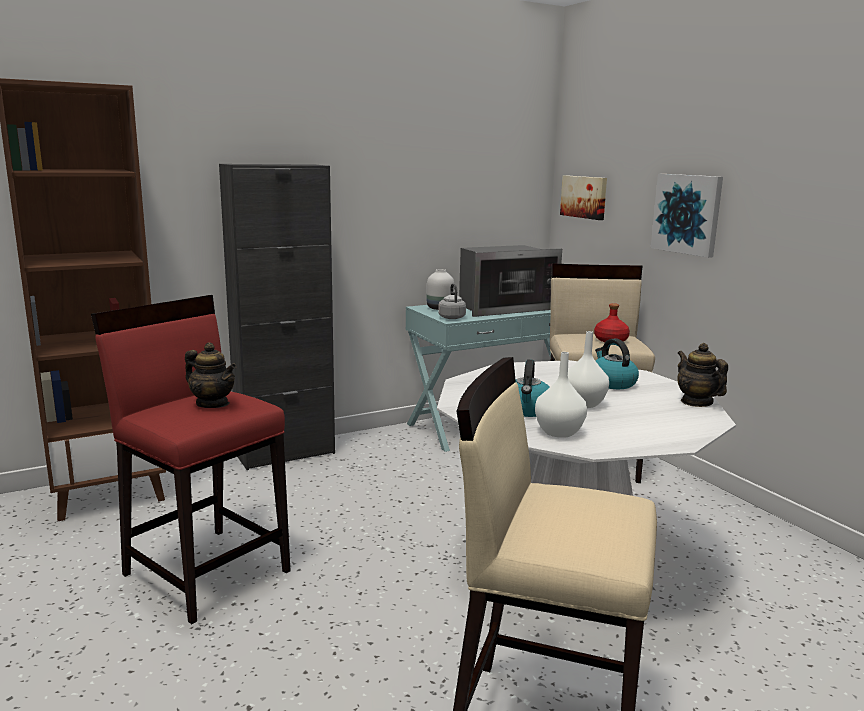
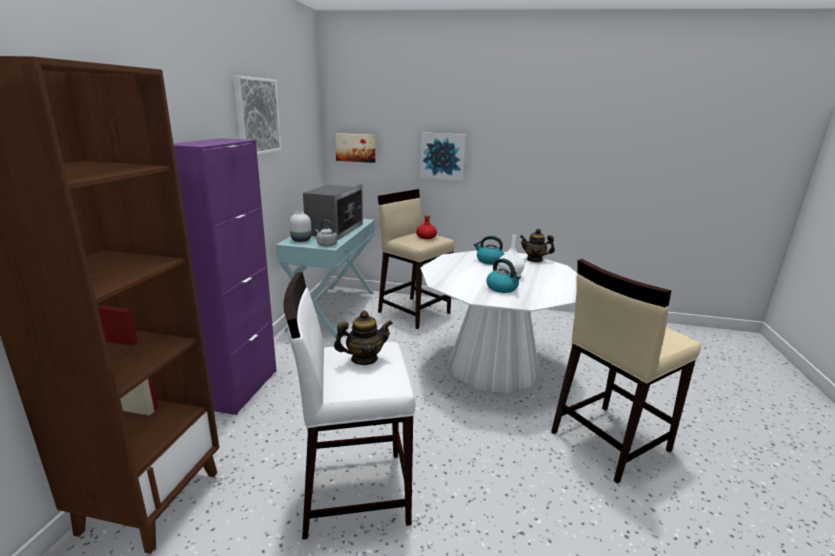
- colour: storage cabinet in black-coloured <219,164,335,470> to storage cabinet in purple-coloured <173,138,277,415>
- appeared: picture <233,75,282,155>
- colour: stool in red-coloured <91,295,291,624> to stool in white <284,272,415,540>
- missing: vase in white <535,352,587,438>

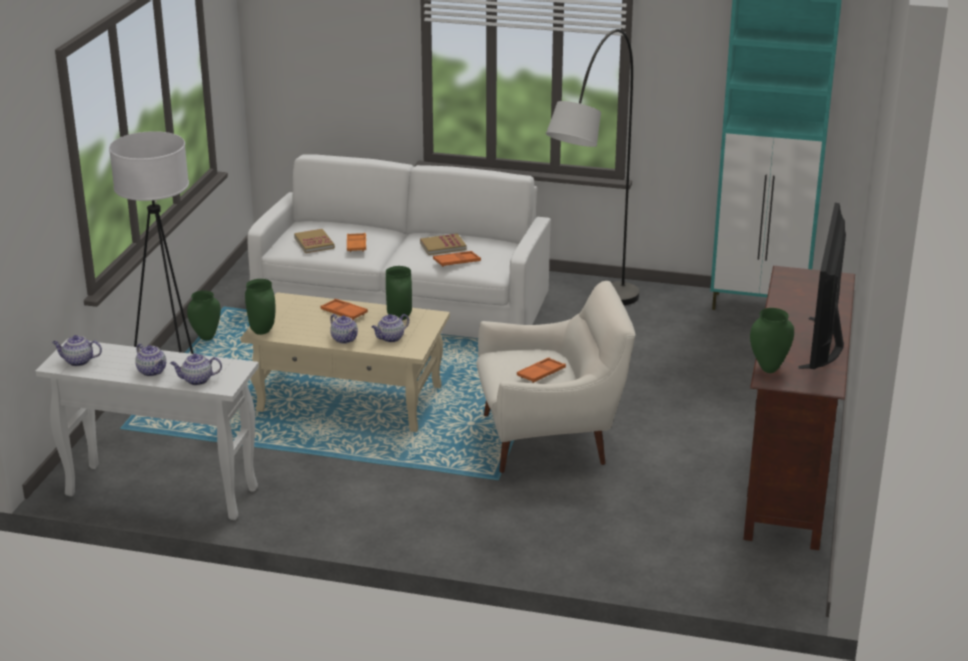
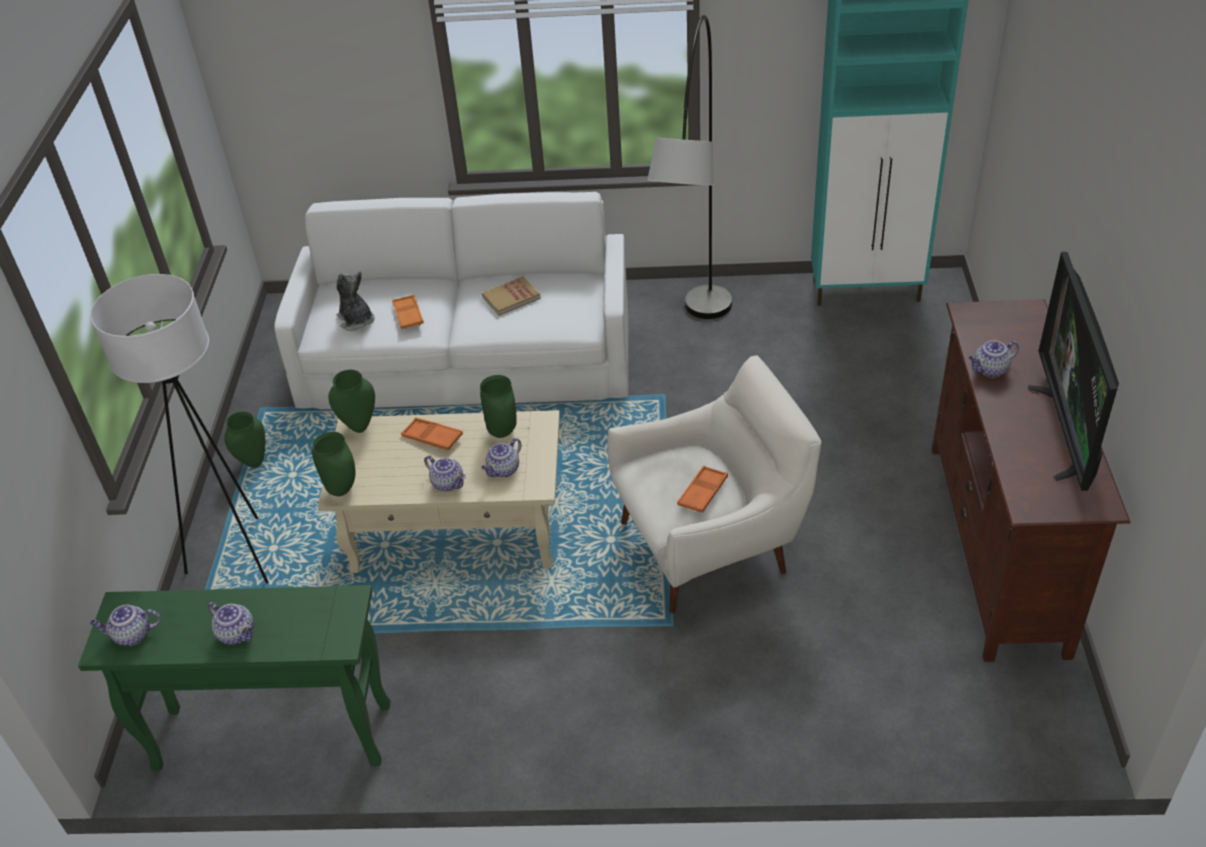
- colour: narrow table in white <35,340,259,520> to narrow table in green-coloured <78,585,391,770>
- relocated: vase in green-coloured <750,308,794,373> to <328,370,375,433>
- exchanged: bound book <294,229,335,253> to cuddly toy <336,272,375,331>
- relocated: pot for tea <170,354,222,385> to <969,340,1019,378>
- missing: serving tray in orangey <433,251,481,267>

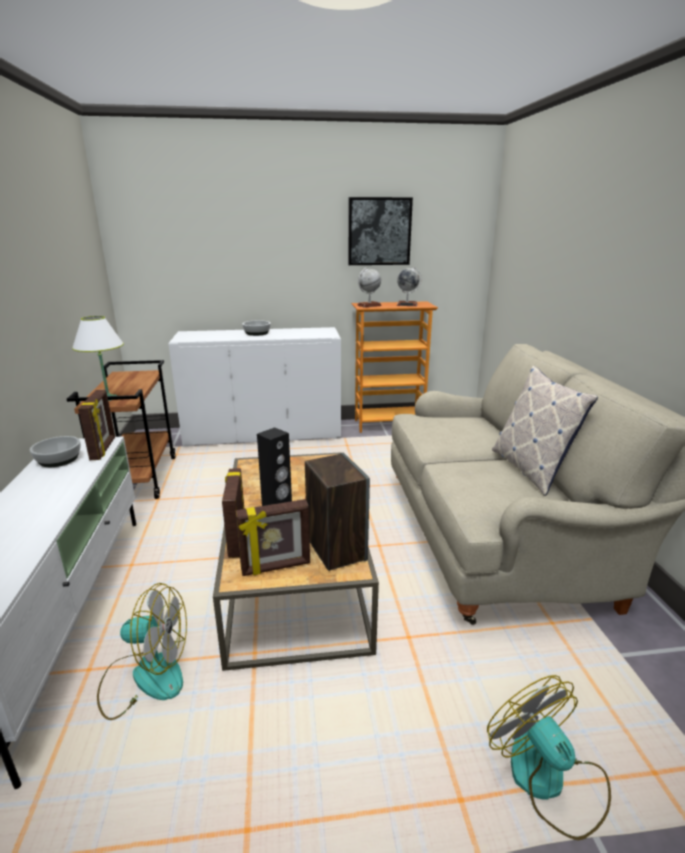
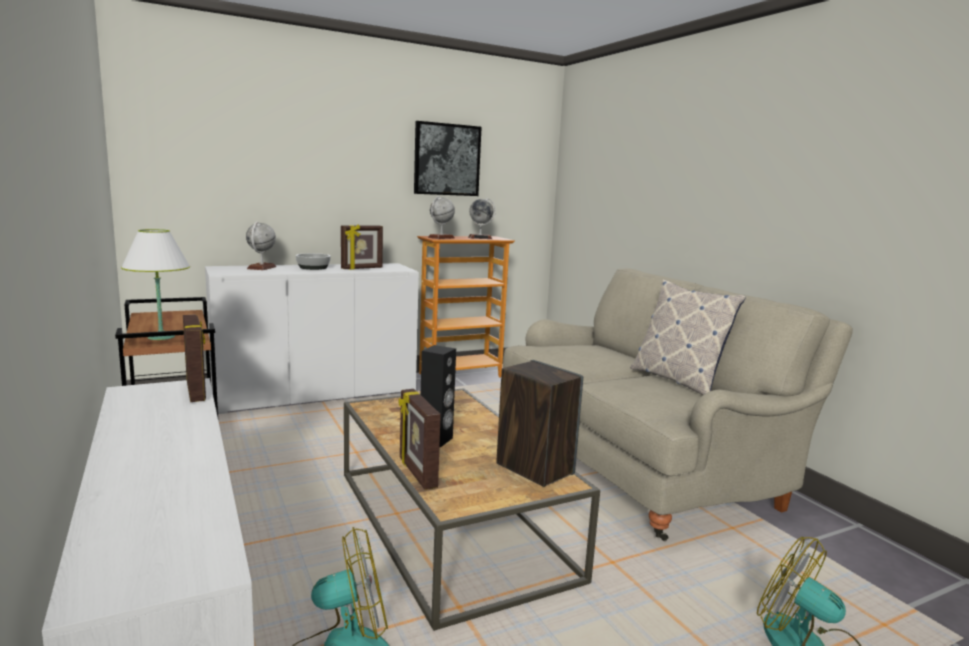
- appeared: world globe <246,221,276,270>
- relocated: picture frame <236,499,310,576> to <341,224,383,270>
- missing: serving bowl <30,436,81,467>

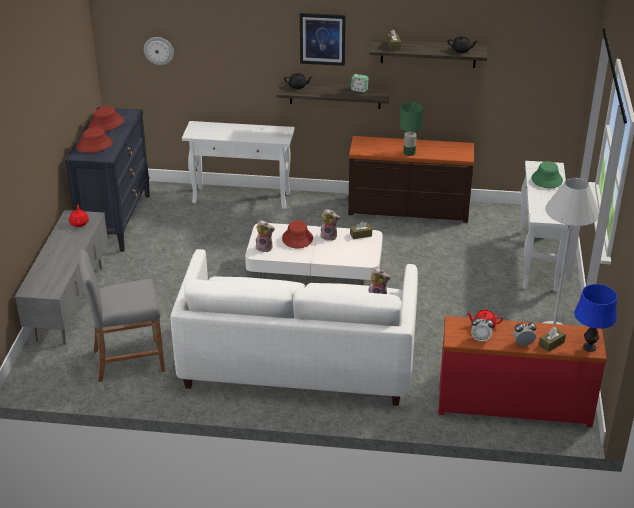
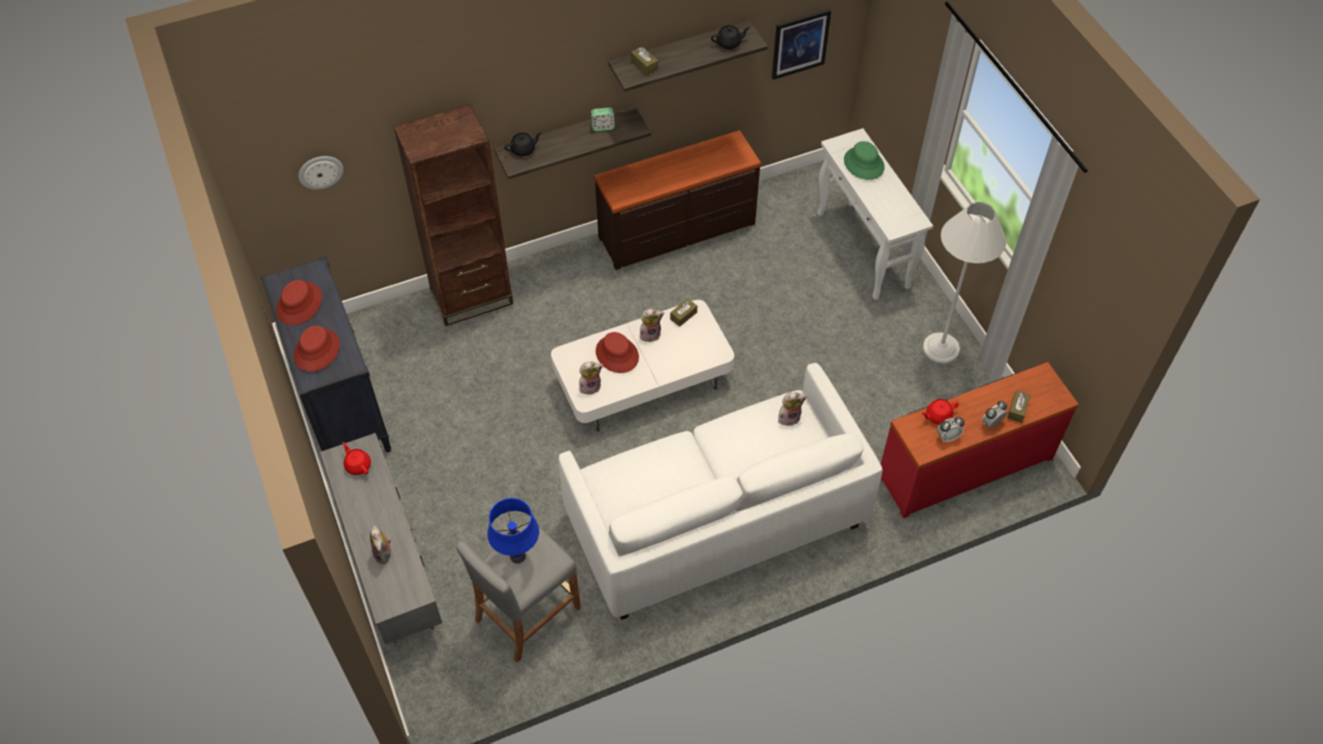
- appeared: cuddly toy <370,526,392,564>
- exchanged: narrow table in white <182,121,294,209> to bookcase in brown-coloured <393,104,513,326>
- relocated: lamp for a table in blue-coloured <574,284,617,352> to <487,498,539,563>
- relocated: picture <300,13,346,66> to <772,9,831,80>
- missing: lamp for a table in green-coloured <400,102,423,156>

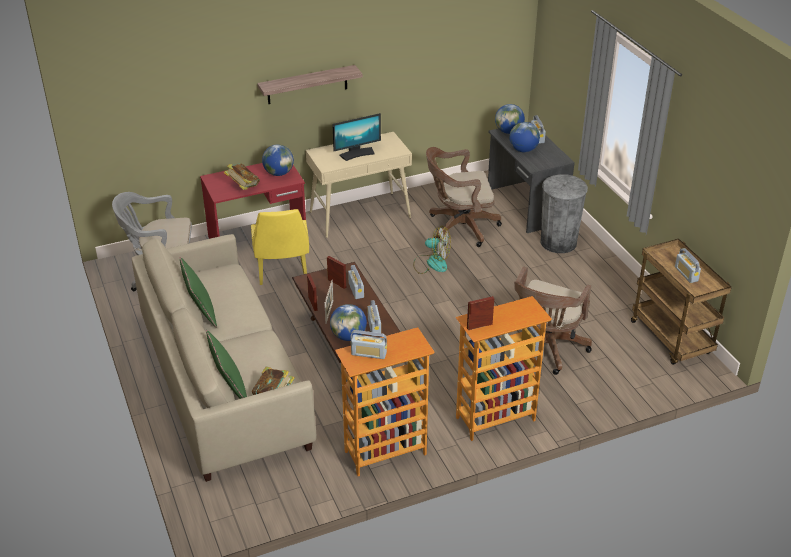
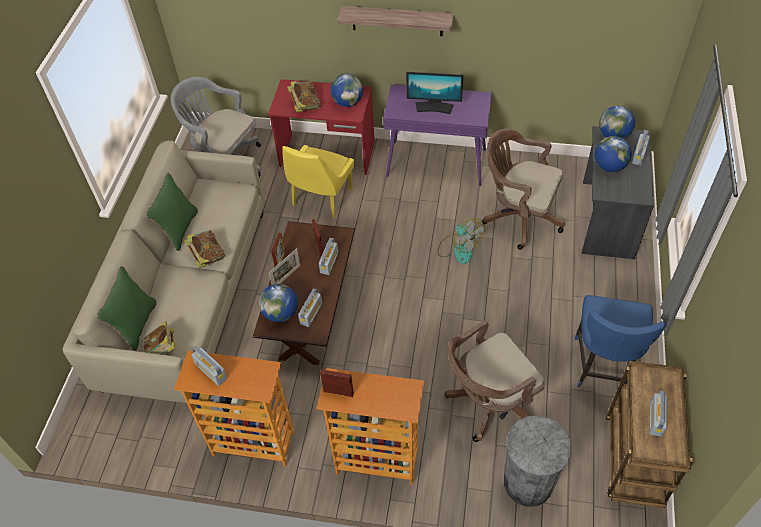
- appeared: bound book <184,230,225,268>
- colour: narrow table in sand-coloured <306,132,412,238> to narrow table in purple-coloured <383,84,492,186>
- relocated: rubbish bin in grey <540,174,588,253> to <504,415,572,507>
- appeared: upright chair in blue-coloured <575,295,666,387>

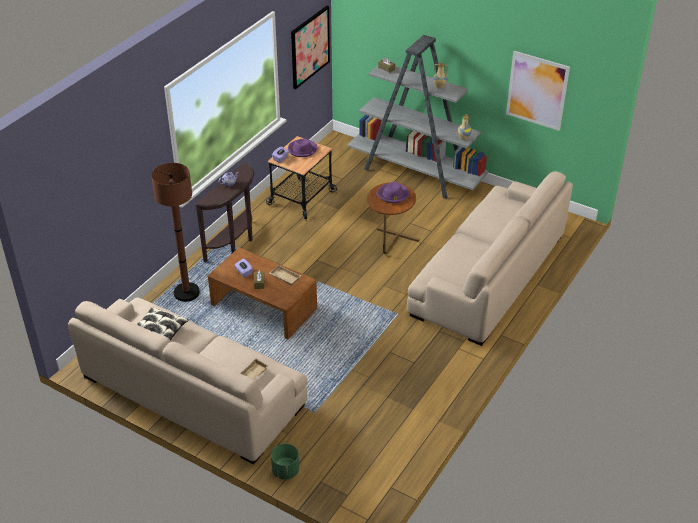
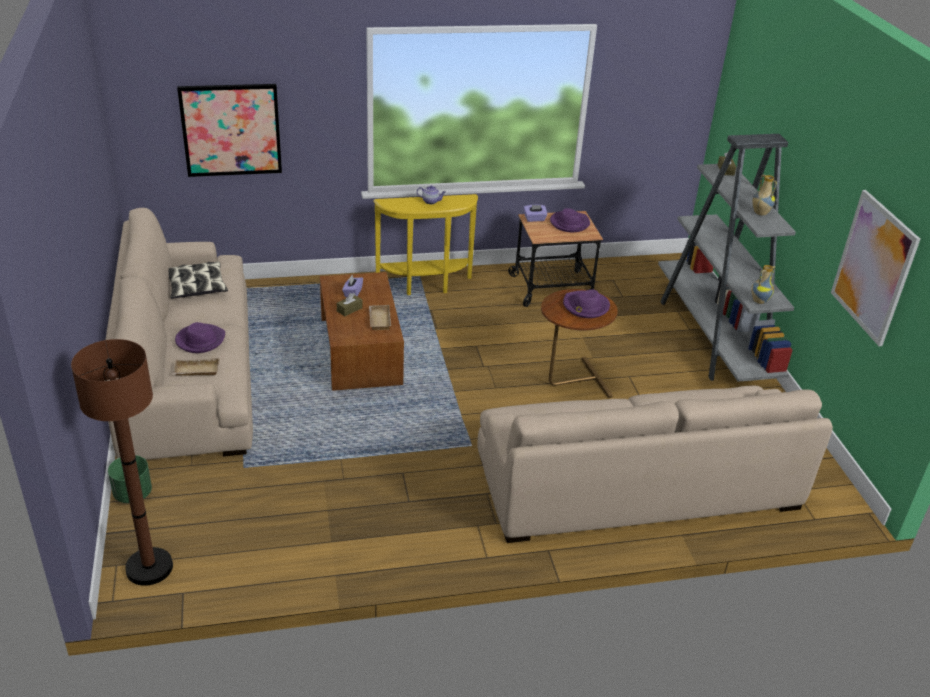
- relocated: standing lamp in brown-coloured <151,163,200,302> to <71,339,173,586>
- appeared: hat in purple-coloured <175,322,225,353>
- relocated: picture <291,6,330,89> to <177,84,282,177>
- colour: narrow table in brown-coloured <195,163,254,262> to narrow table in yellow <373,194,478,295>

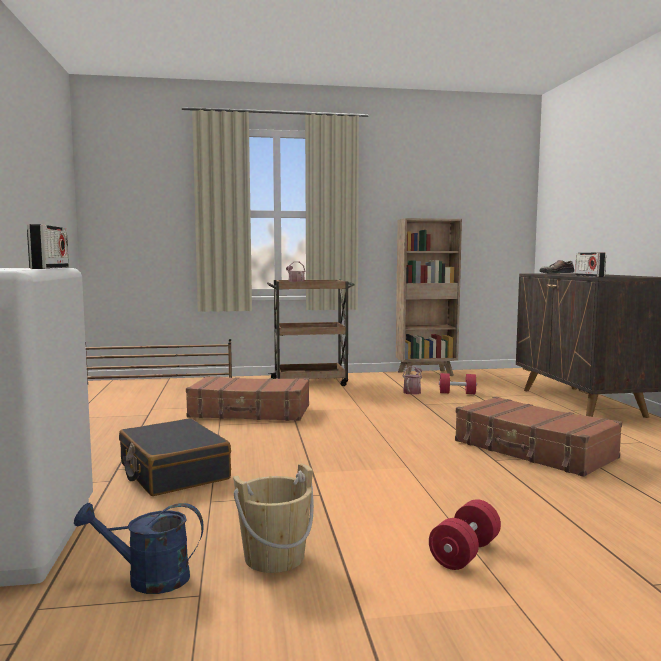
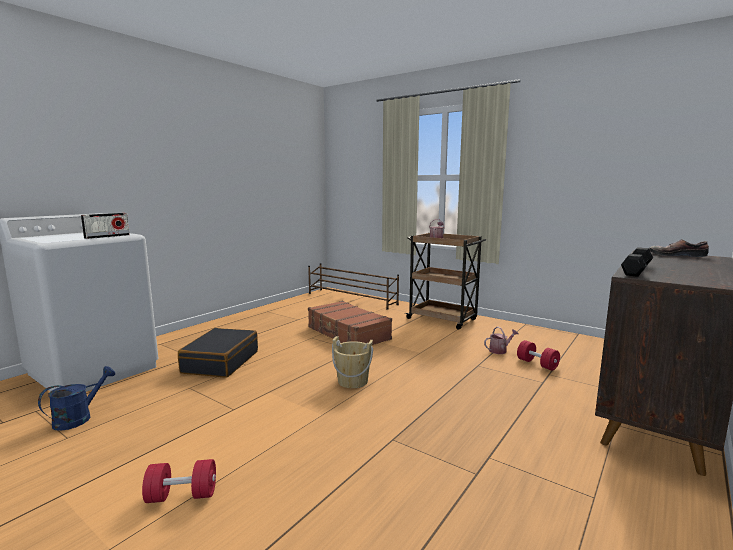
- spun: watering can in blue-coloured <74,502,204,594> = <38,366,116,431> 75 degrees clockwise
- relocated: bucket in sand-coloured <233,463,314,573> to <332,336,373,388>
- exchanged: radio set <575,252,606,277> to hand weight in black-coloured <621,247,653,277>
- missing: bookcase in brown-coloured <396,218,462,376>
- missing: travel case in brown-coloured <455,397,622,477>

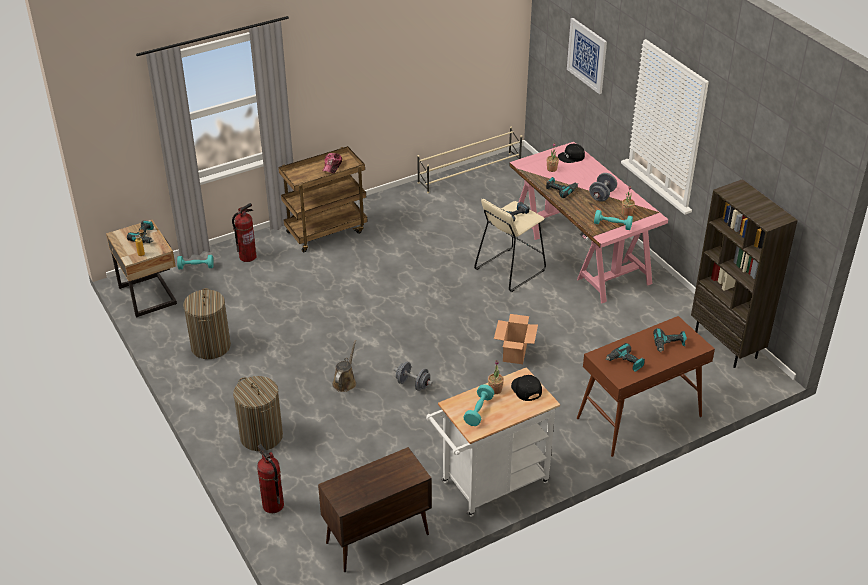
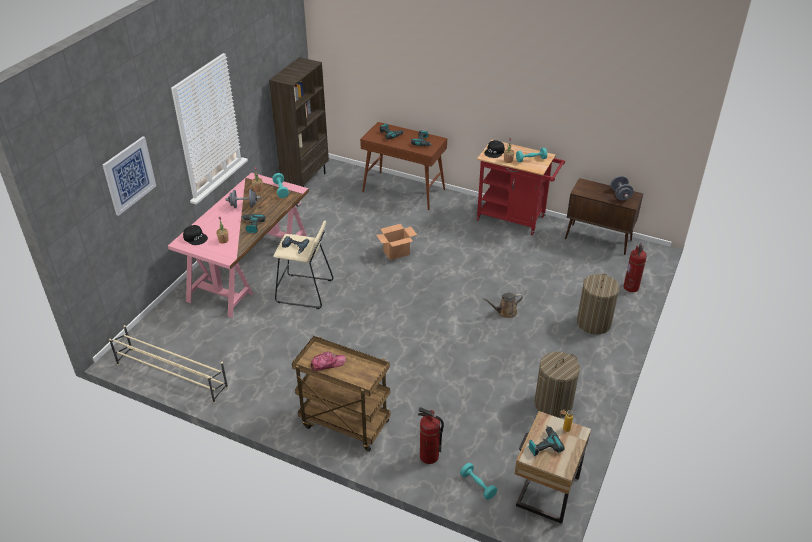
- colour: wheeled cart in white <426,367,560,517> to wheeled cart in red-coloured <477,140,565,235>
- relocated: hand weight in grey <394,362,433,391> to <611,176,634,200>

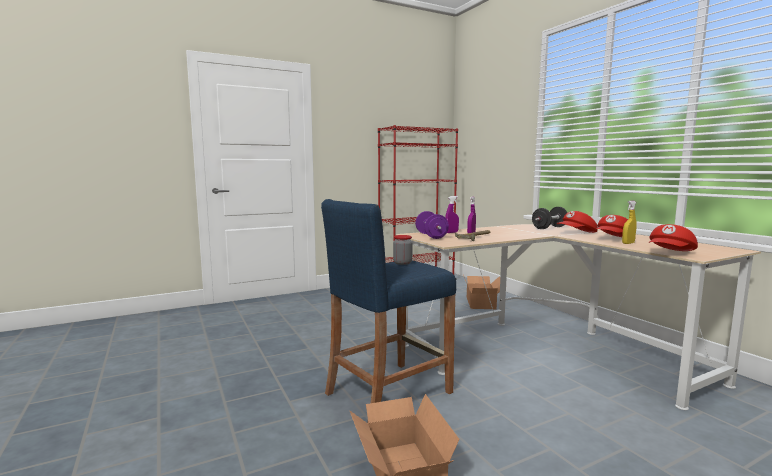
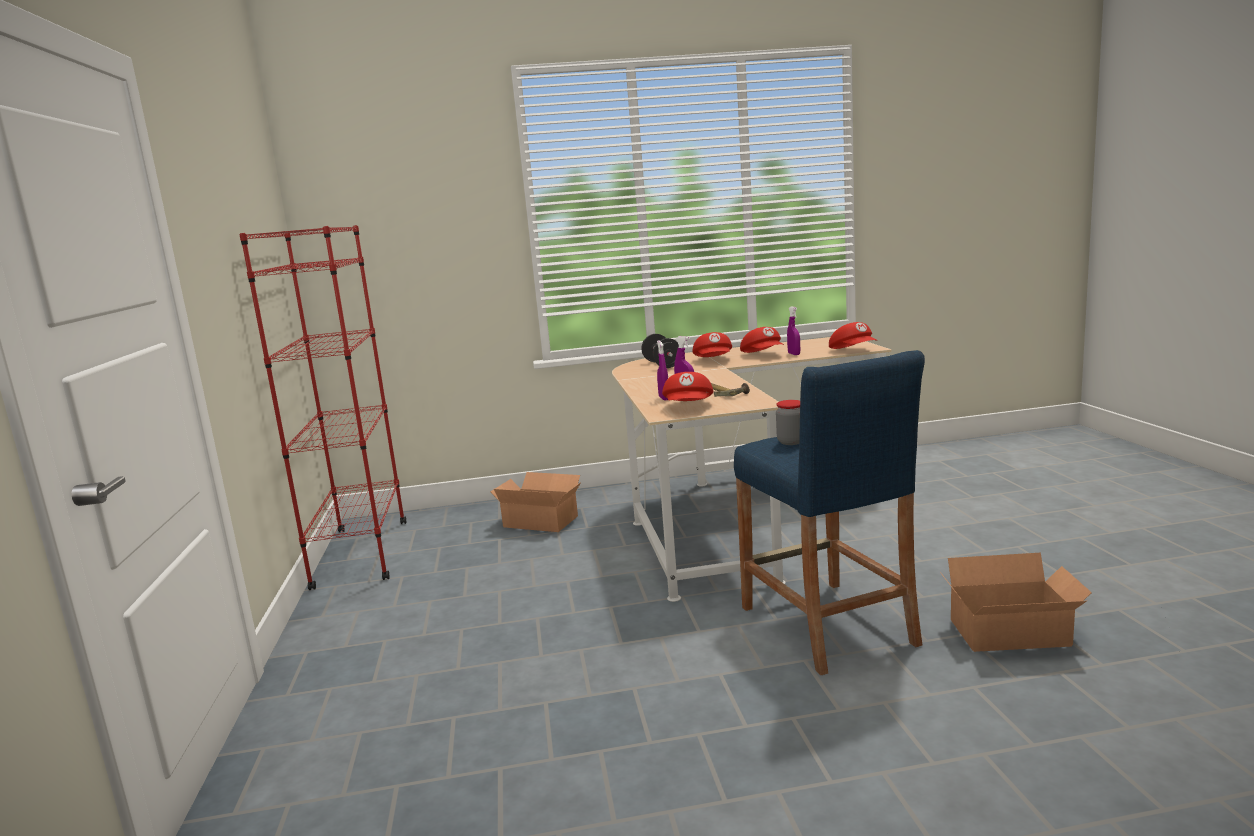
- exchanged: hand weight in purple-coloured <415,211,449,239> to peaked cap in red-coloured <662,372,713,401>
- colour: sprayer in yellow <622,201,636,244> to sprayer in purple-coloured <787,306,800,355>

